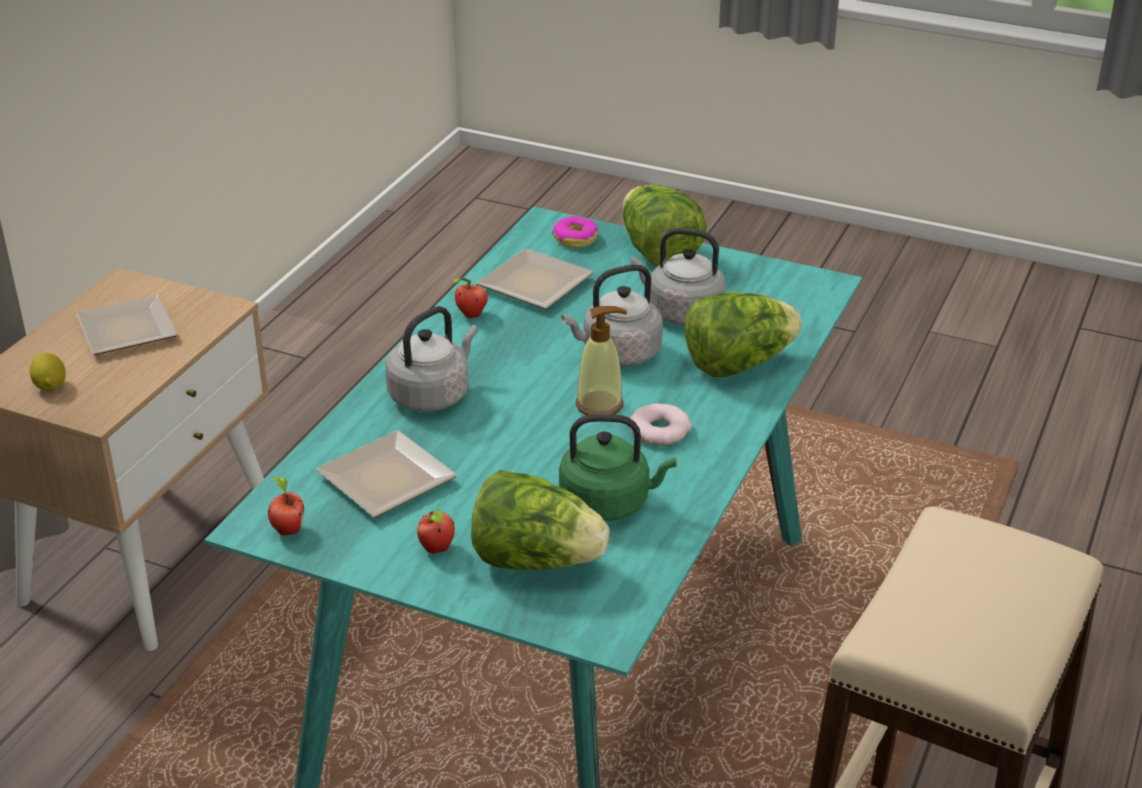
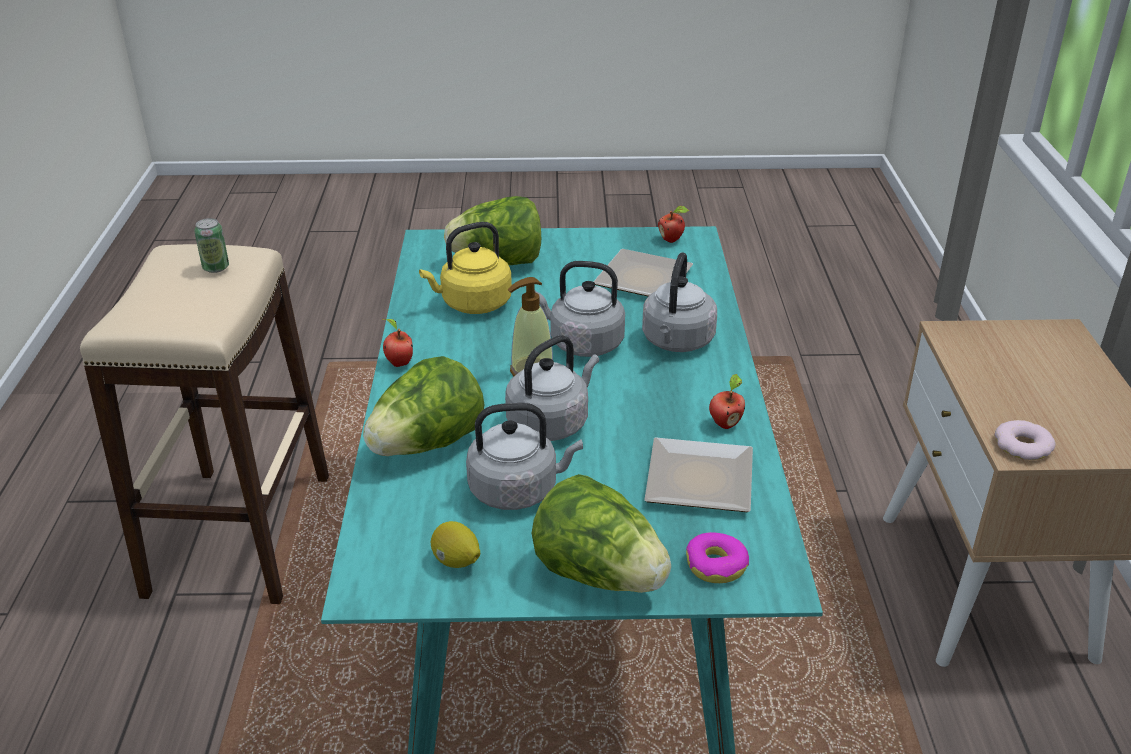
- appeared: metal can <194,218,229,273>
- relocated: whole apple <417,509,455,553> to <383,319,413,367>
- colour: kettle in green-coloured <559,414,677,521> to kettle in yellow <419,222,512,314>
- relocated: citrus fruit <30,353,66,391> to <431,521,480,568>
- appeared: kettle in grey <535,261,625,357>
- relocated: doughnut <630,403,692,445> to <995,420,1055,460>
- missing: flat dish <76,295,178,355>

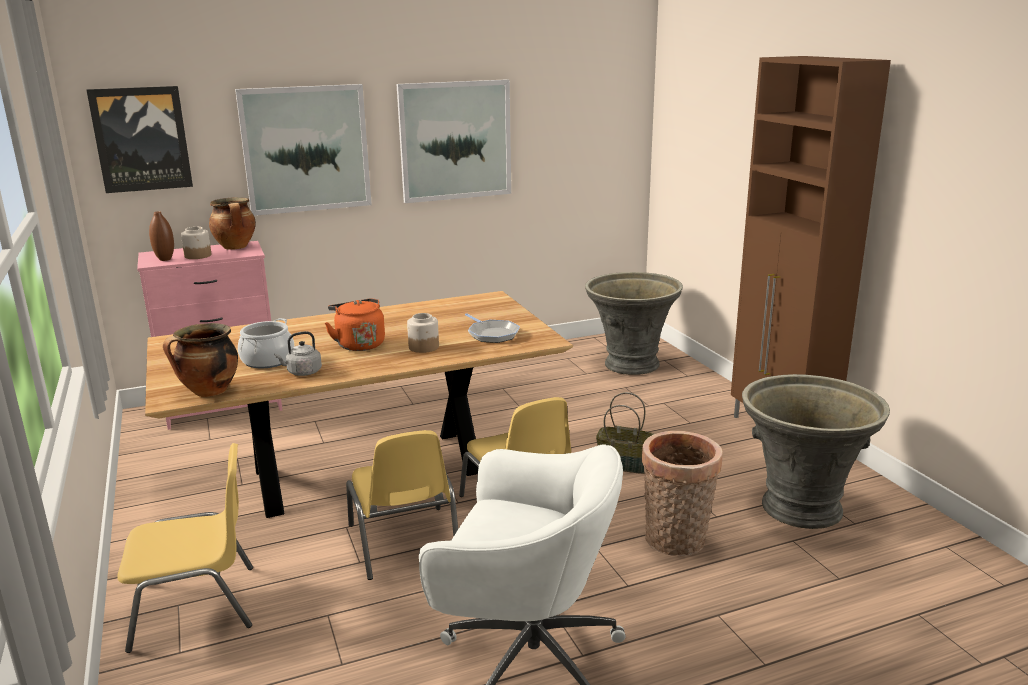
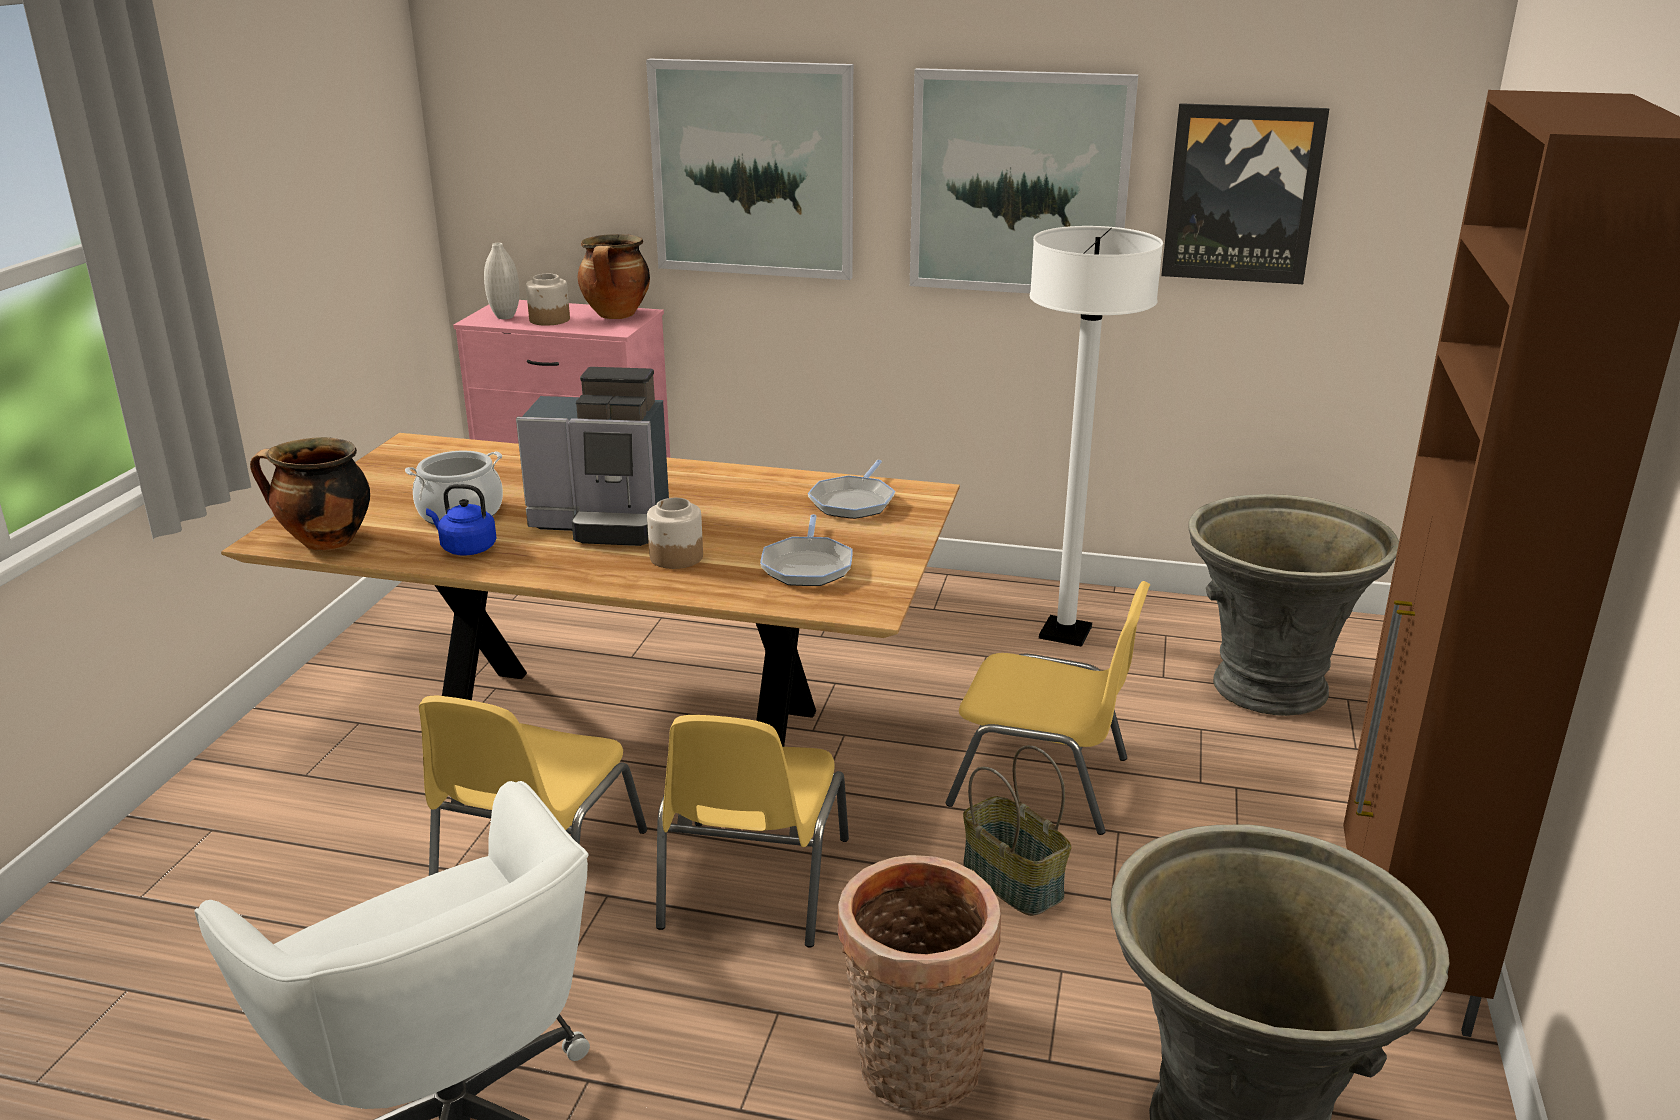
- colour: kettle in grey <274,331,322,376> to kettle in blue-coloured <426,484,497,555>
- colour: vase in brown-coloured <149,211,174,261> to vase in white <484,243,519,319>
- exchanged: kettle in orangey <325,298,385,351> to coffee brewer <516,367,669,546>
- appeared: skillet <808,460,895,519>
- relocated: upright chair in yellow <117,443,253,653> to <946,581,1151,835>
- appeared: standing lamp in white <1030,226,1163,647>
- relocated: picture <86,86,193,193> to <1161,103,1329,284>

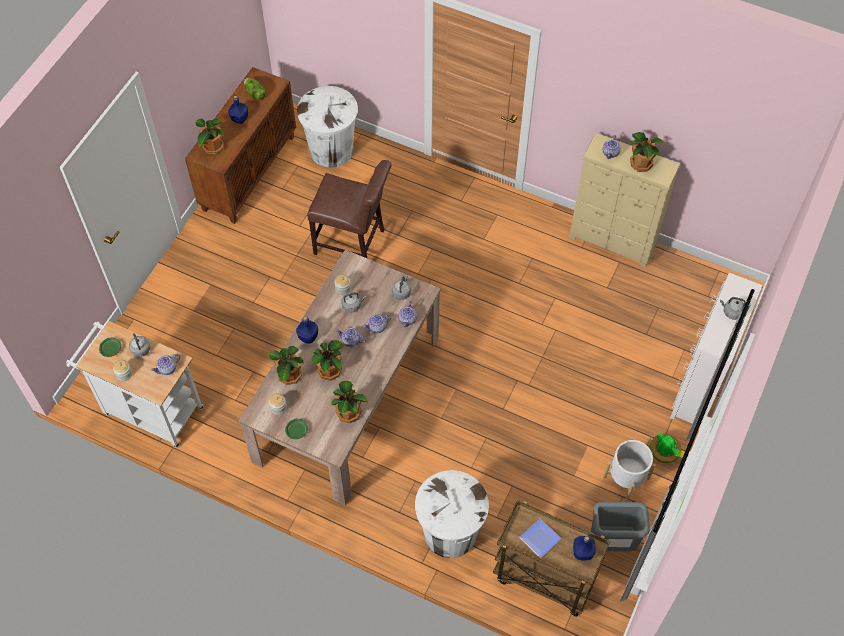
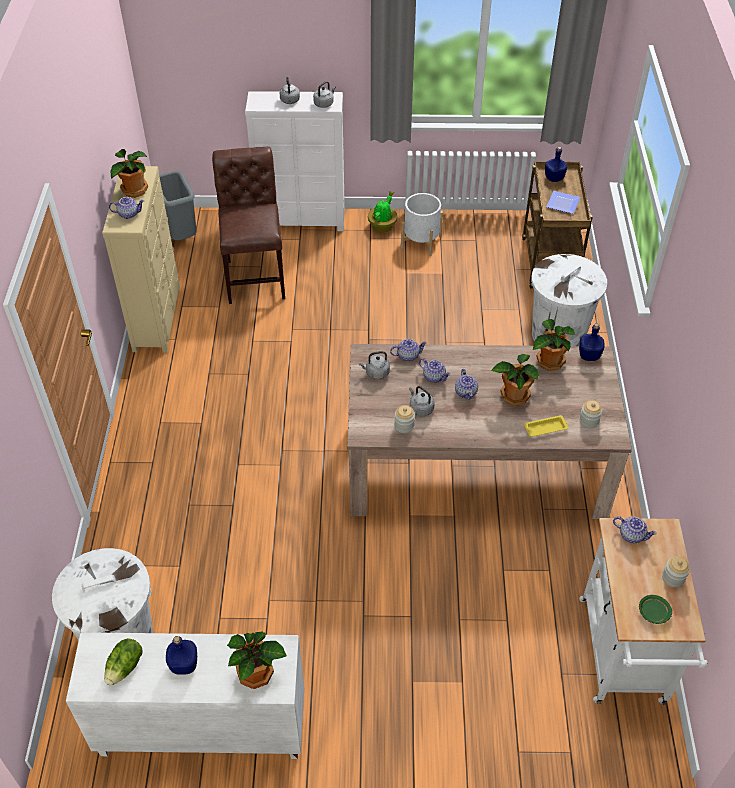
- colour: storage cabinet in brown-coloured <185,67,296,224> to storage cabinet in white <66,632,304,759>
- relocated: rubbish bin in grey <591,502,650,552> to <159,171,197,240>
- relocated: upright chair in brown-coloured <307,160,392,259> to <212,147,285,304>
- relocated: kettle in grey <129,333,150,357> to <313,81,336,108>
- exchanged: houseplant <269,346,304,385> to serving tray in yellow <524,415,568,437>
- relocated: bottle in blue-coloured <296,317,318,344> to <579,323,605,361>
- missing: flat dish in green-coloured <285,419,308,439>

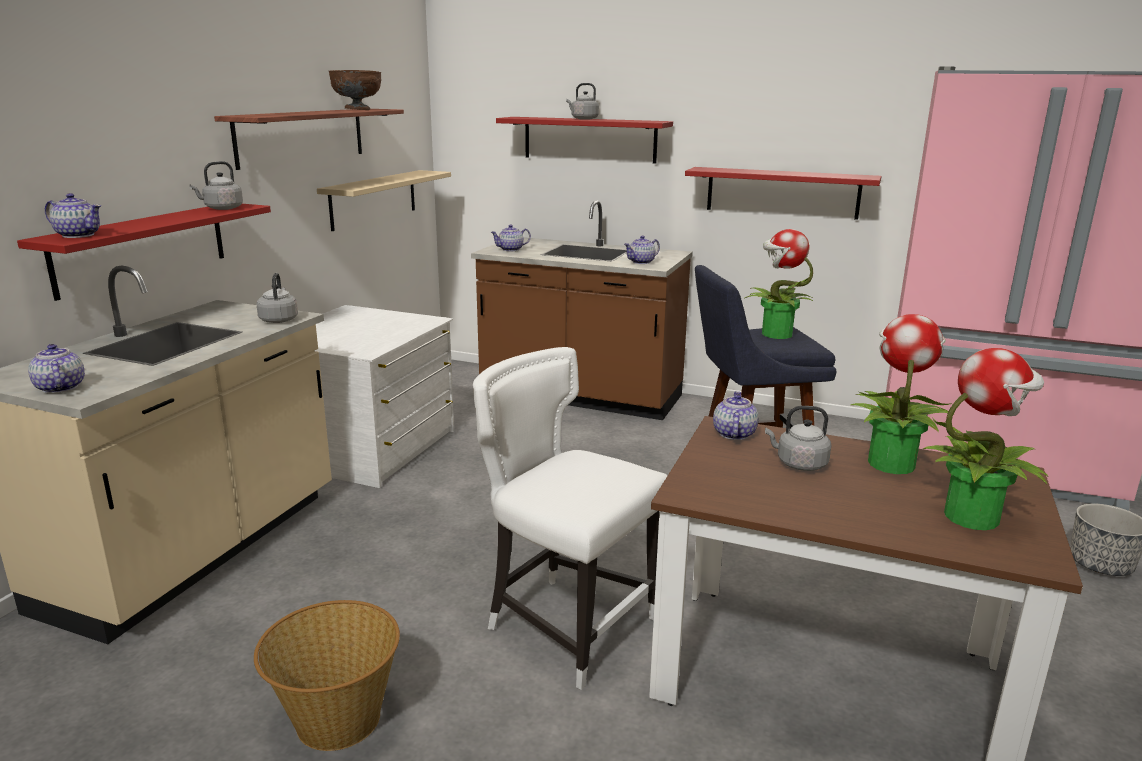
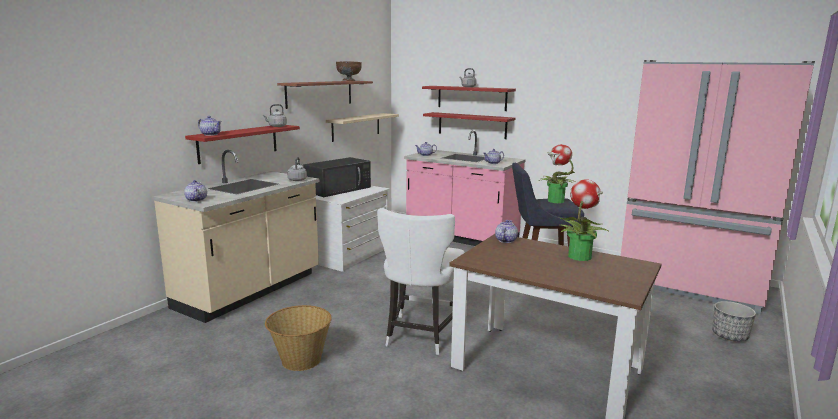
- appeared: kitchen microwave in black-coloured <303,157,371,197>
- spun: upright chair in white <473,347,668,690> = <377,208,465,355> 120 degrees counterclockwise
- colour: kitchen base unit in brown-coloured <471,200,693,420> to kitchen base unit in pinkish <404,130,525,246>
- relocated: shelf in red-coloured <685,167,881,220> to <423,112,515,139>
- missing: kettle in grey <765,406,831,471>
- missing: houseplant <923,348,1048,530>

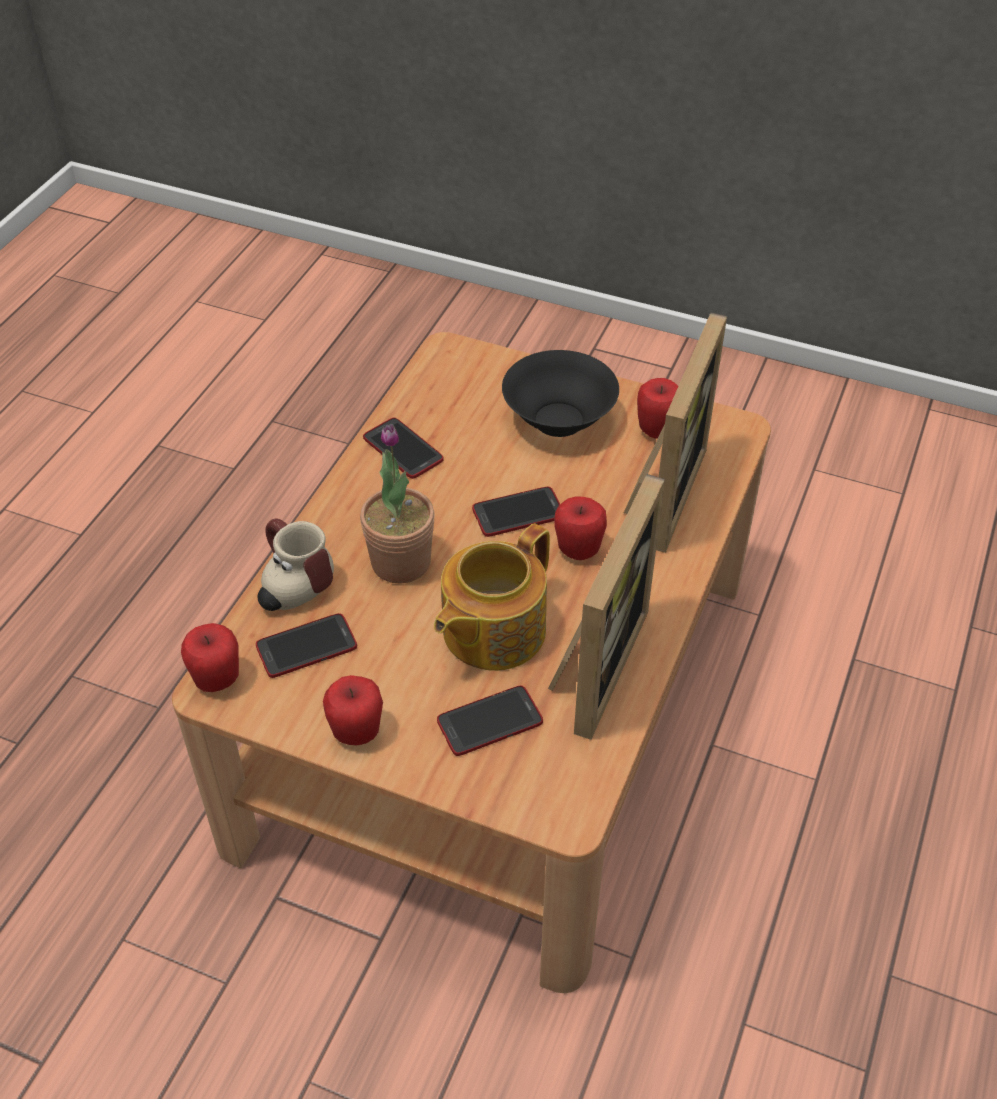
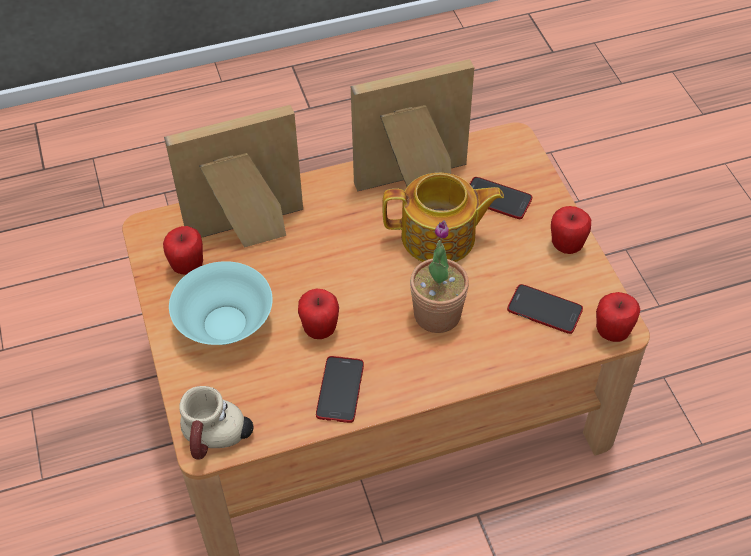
- colour: serving bowl in black-coloured <502,350,619,437> to serving bowl in turquoise <169,261,273,345>
- relocated: tea mug <258,518,334,611> to <179,386,254,460>
- relocated: whole apple <554,497,607,560> to <298,288,339,339>
- missing: handset <472,486,560,537>

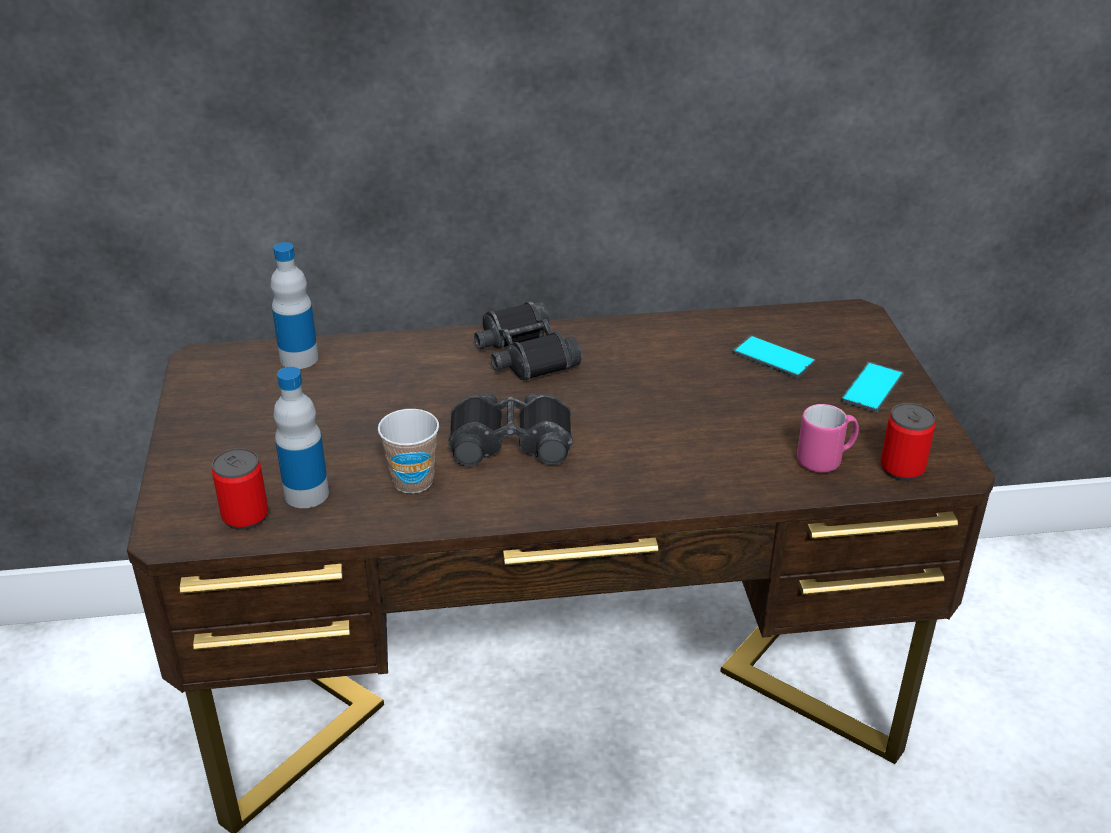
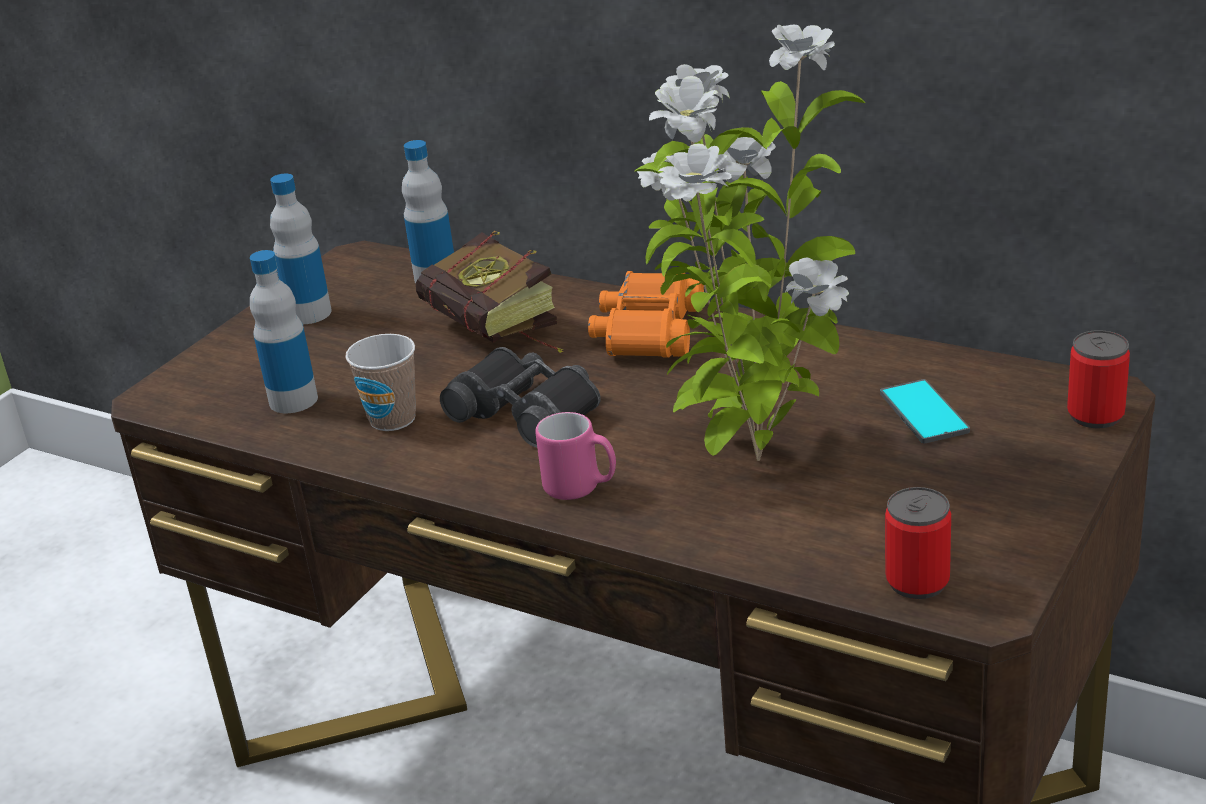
- appeared: bottle <270,174,332,324>
- appeared: bound book <416,231,563,353>
- relocated: tea mug in pinkish <797,404,859,473> to <535,412,616,500>
- colour: binoculars in black-coloured <474,301,581,381> to binoculars in orangey <588,271,704,357>
- appeared: houseplant <635,24,865,461>
- relocated: metal can <212,448,268,530> to <1067,330,1130,428>
- missing: handset <841,362,904,413>

